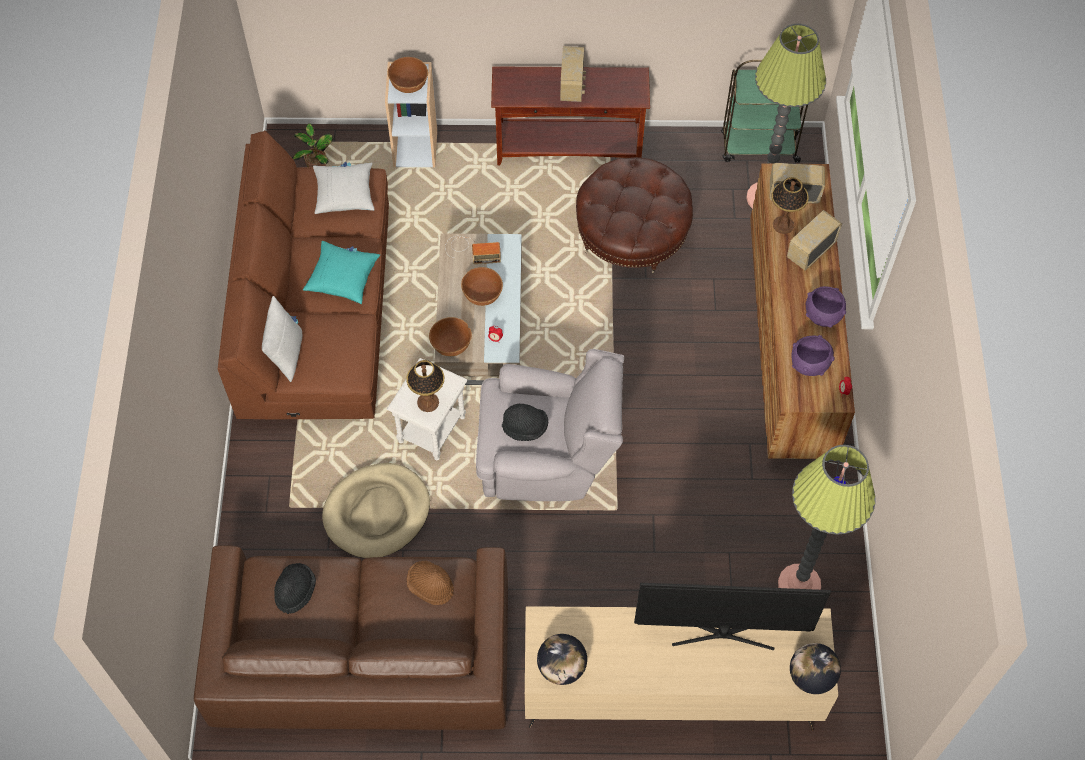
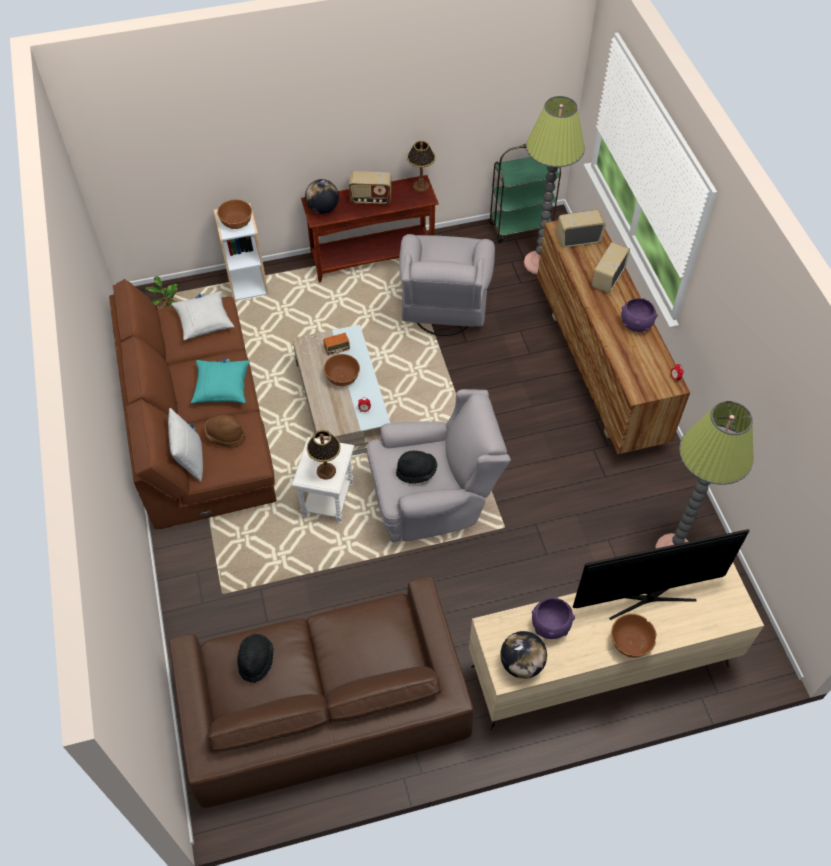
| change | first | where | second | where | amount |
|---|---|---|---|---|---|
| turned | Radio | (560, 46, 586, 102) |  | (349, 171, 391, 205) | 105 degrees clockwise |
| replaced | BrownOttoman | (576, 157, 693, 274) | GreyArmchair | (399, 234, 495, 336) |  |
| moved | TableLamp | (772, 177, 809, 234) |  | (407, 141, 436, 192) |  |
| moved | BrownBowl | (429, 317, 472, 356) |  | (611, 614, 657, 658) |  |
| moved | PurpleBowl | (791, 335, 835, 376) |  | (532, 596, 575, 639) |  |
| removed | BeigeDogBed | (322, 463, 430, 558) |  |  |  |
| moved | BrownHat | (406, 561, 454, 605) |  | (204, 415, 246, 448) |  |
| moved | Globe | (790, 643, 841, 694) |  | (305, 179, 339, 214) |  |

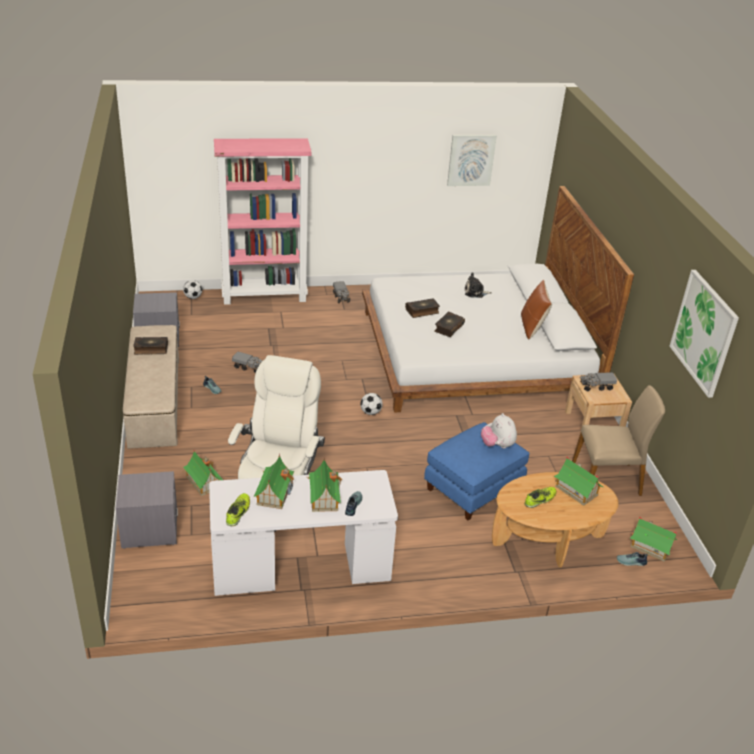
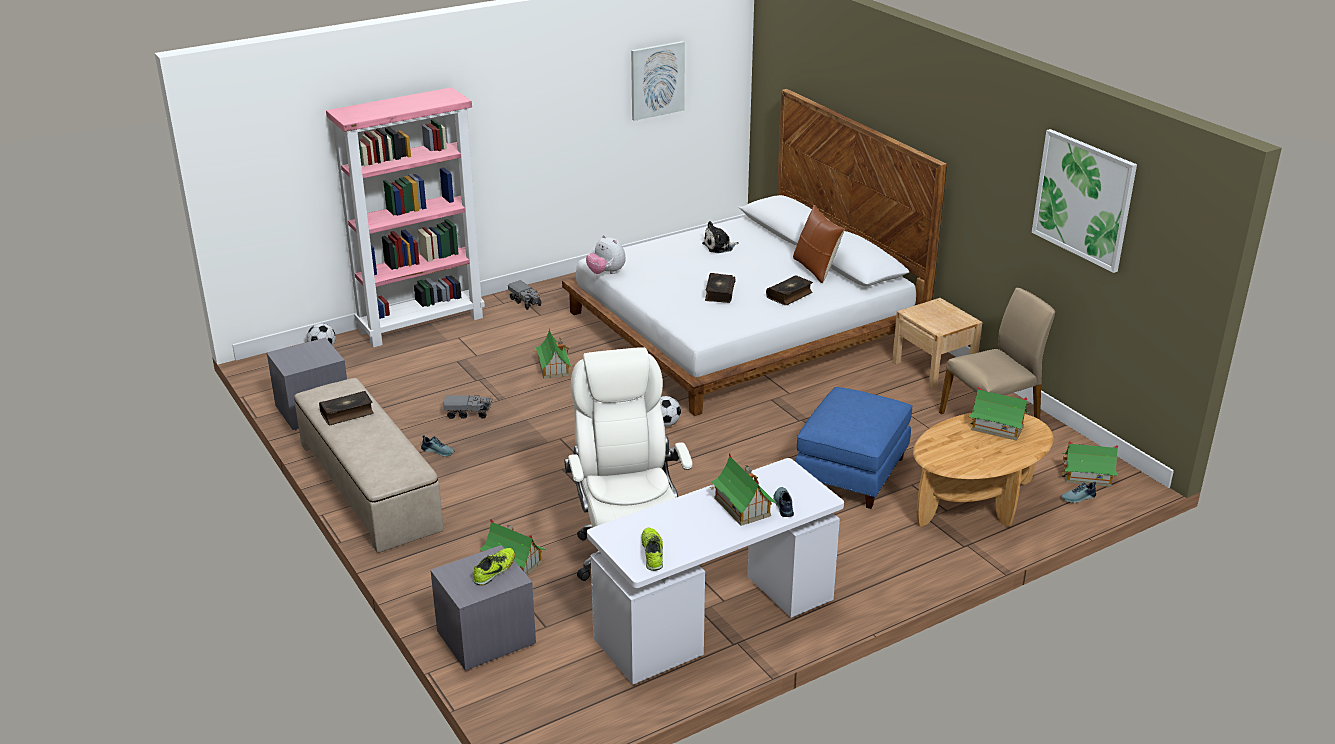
| change | first | where | second | where | amount |
|---|---|---|---|---|---|
| moved | Book | (405, 298, 440, 318) |  | (766, 275, 813, 305) |  |
| removed | ToyTruck | (580, 372, 617, 391) |  |  |  |
| moved | PlushToy | (481, 413, 517, 448) |  | (586, 235, 626, 274) |  |
| moved | ToyHouse | (254, 454, 294, 509) |  | (535, 329, 571, 379) |  |
| moved | Shoe | (525, 487, 557, 508) |  | (474, 548, 515, 586) |  |

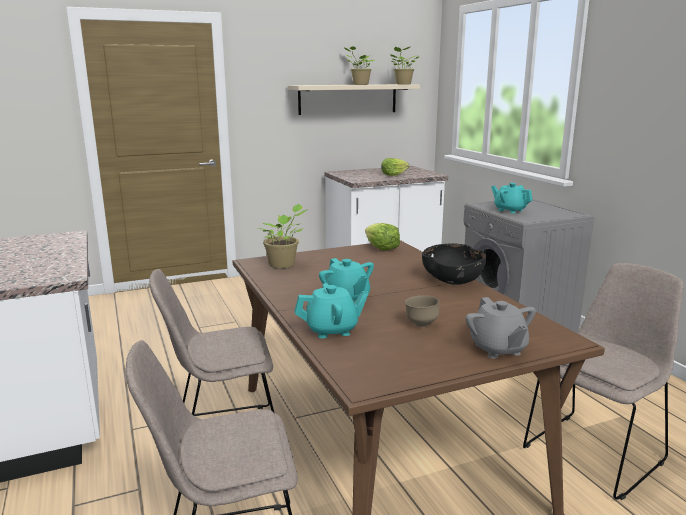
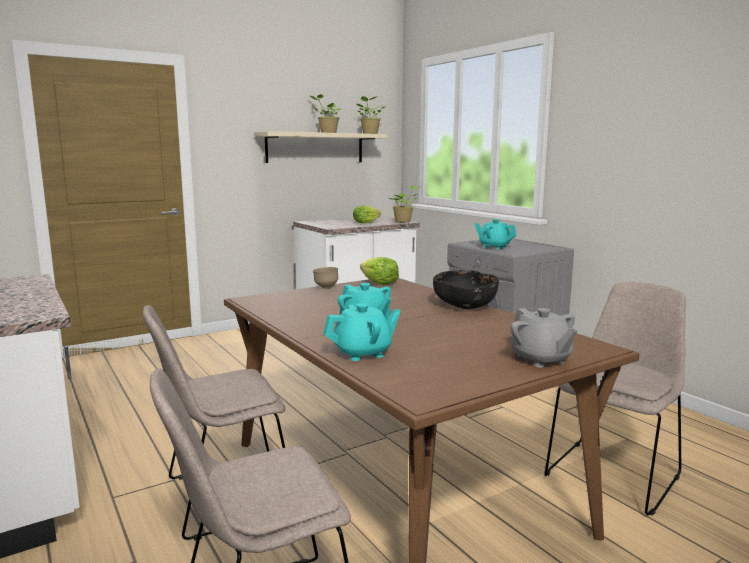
| change | first | where | second | where | amount |
|---|---|---|---|---|---|
| moved | PottedPlant | (258, 204, 307, 269) |  | (389, 185, 420, 222) |  |
| moved | BrownBowl | (405, 295, 439, 327) |  | (313, 267, 338, 289) |  |

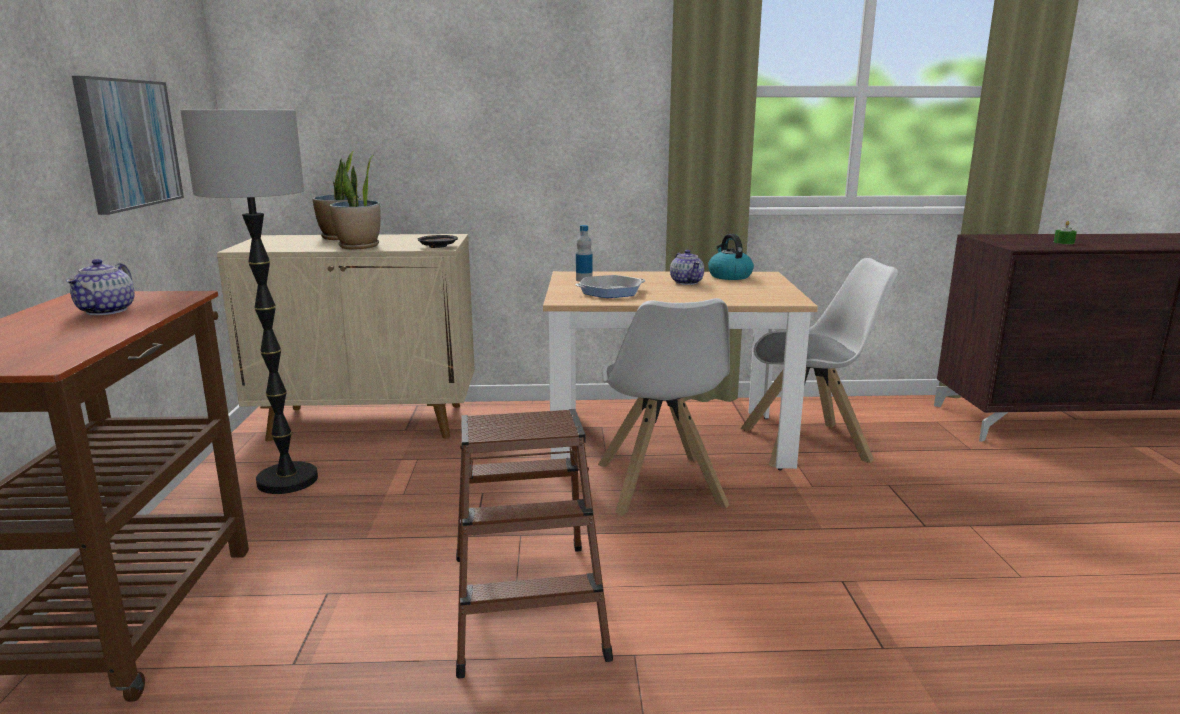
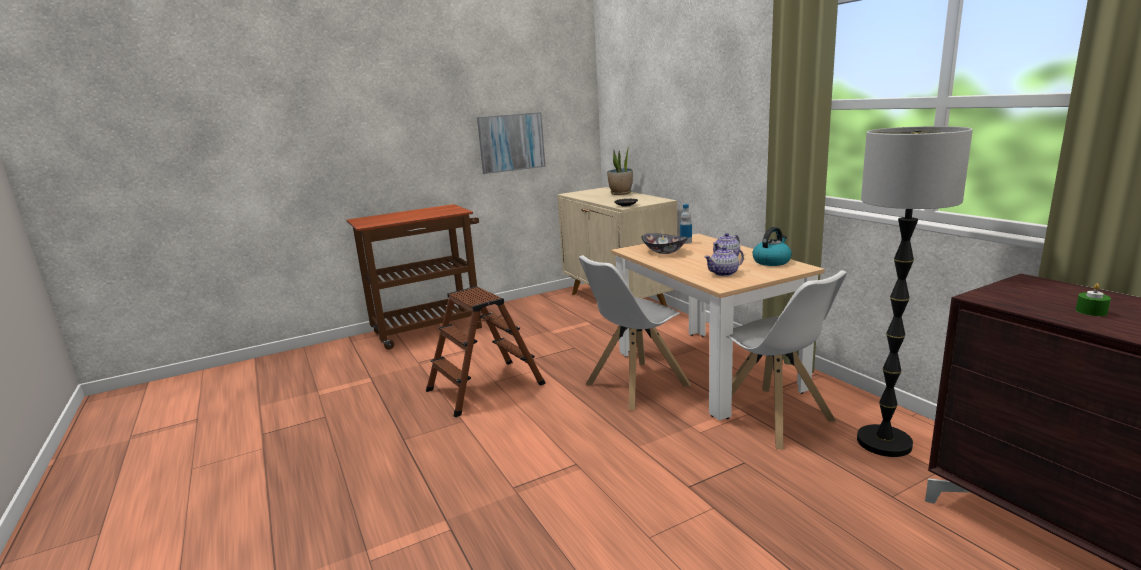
| change | first | where | second | where | amount |
|---|---|---|---|---|---|
| moved | FloorLamp | (180, 110, 318, 494) |  | (857, 126, 973, 457) |  |
| removed | PottedPlant | (329, 154, 381, 249) |  |  |  |
| moved | Teapot | (66, 259, 135, 315) |  | (704, 246, 744, 276) |  |
| replaced | FryingPan | (575, 275, 646, 298) | Bowl | (641, 233, 688, 254) |  |

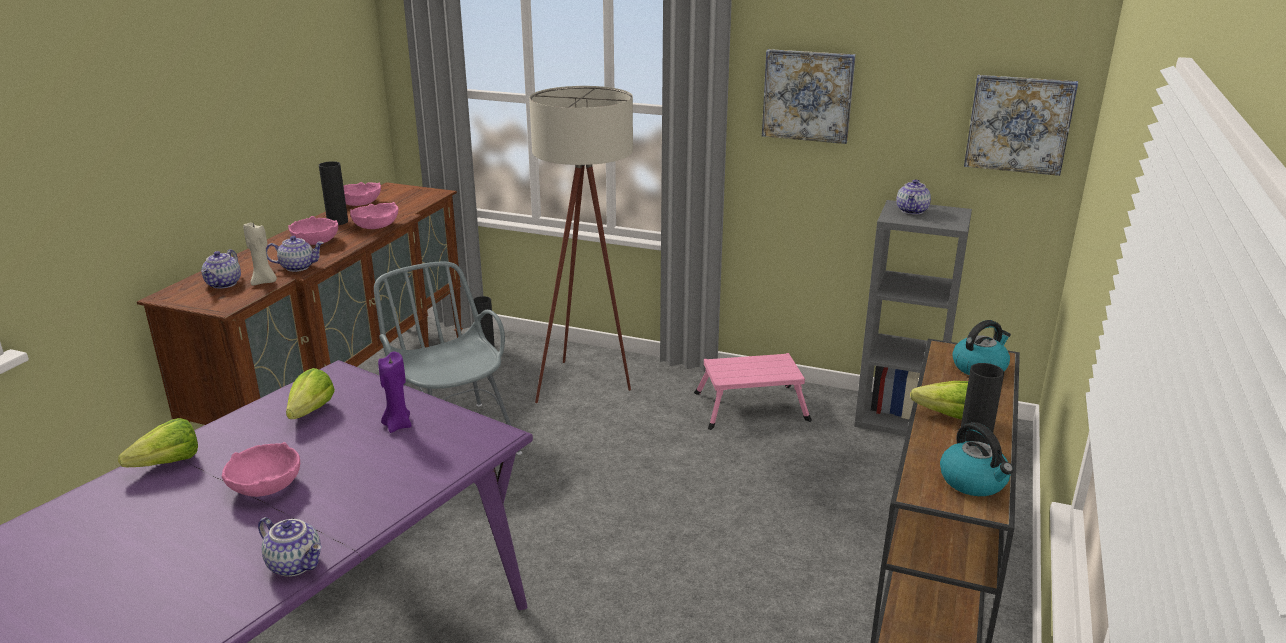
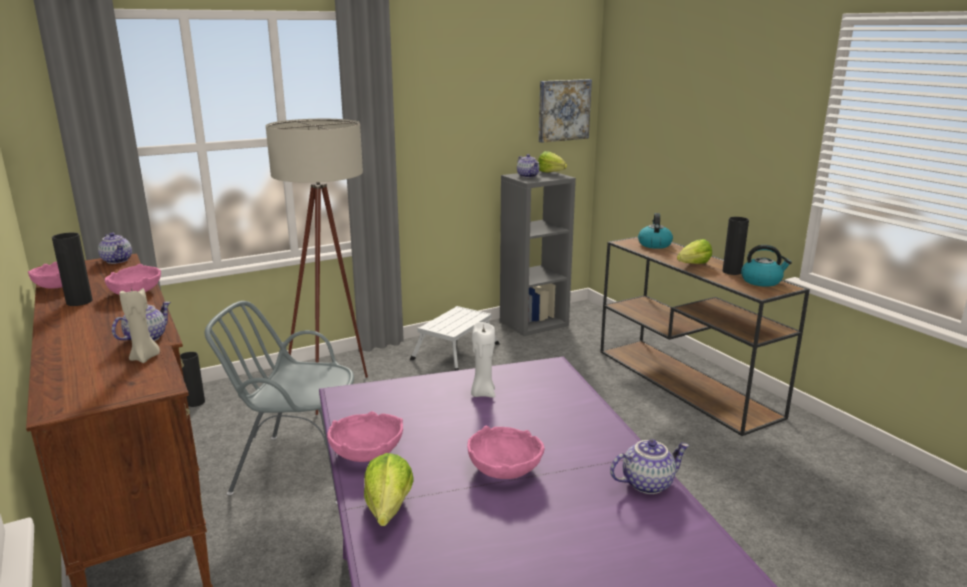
| change | first | where | second | where | amount |
|---|---|---|---|---|---|
| removed | Picture | (762, 49, 856, 144) |  |  |  |
| moved | PinkBowl | (288, 216, 338, 245) |  | (327, 411, 403, 462) |  |
| moved | Teapot | (201, 249, 241, 288) |  | (98, 233, 132, 264) |  |
| recoloured | PurpleCandle | (378, 352, 412, 433) | WhiteCandle | (471, 322, 495, 398) |  |
| recoloured | PinkStepLadder | (694, 353, 812, 430) | WhiteStepLadder | (410, 306, 500, 371) |  |
| moved | Lettuce | (286, 368, 335, 419) |  | (538, 151, 567, 173) |  |

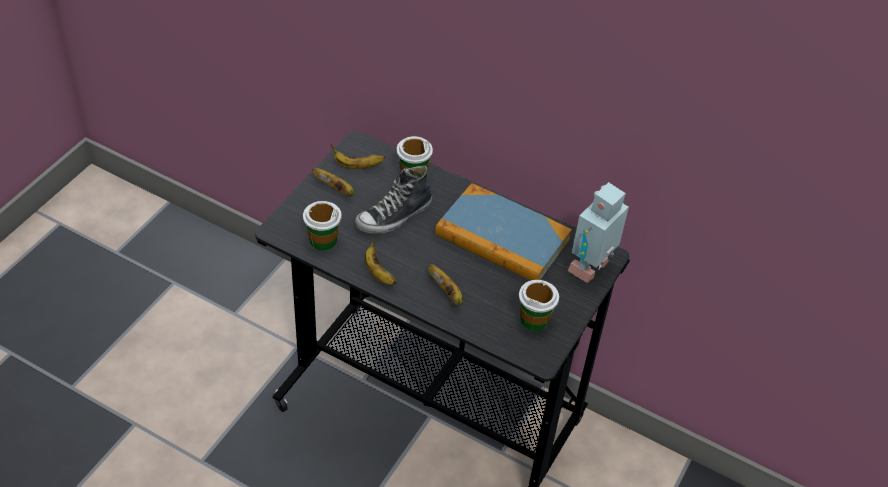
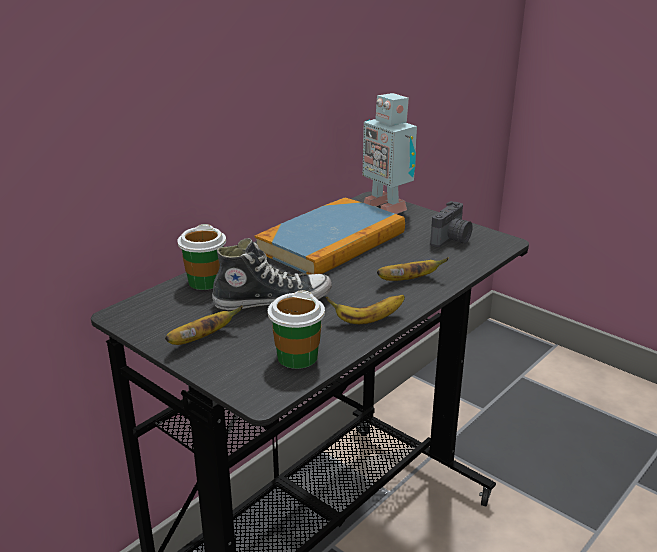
| change | first | where | second | where | amount |
|---|---|---|---|---|---|
| removed | Banana | (330, 144, 385, 169) |  |  |  |
| turned | Shoe | (355, 165, 432, 234) |  | (212, 238, 332, 310) | 75 degrees counterclockwise |
| replaced | Cup | (519, 280, 559, 332) | PhotoCamera | (430, 201, 472, 247) |  |

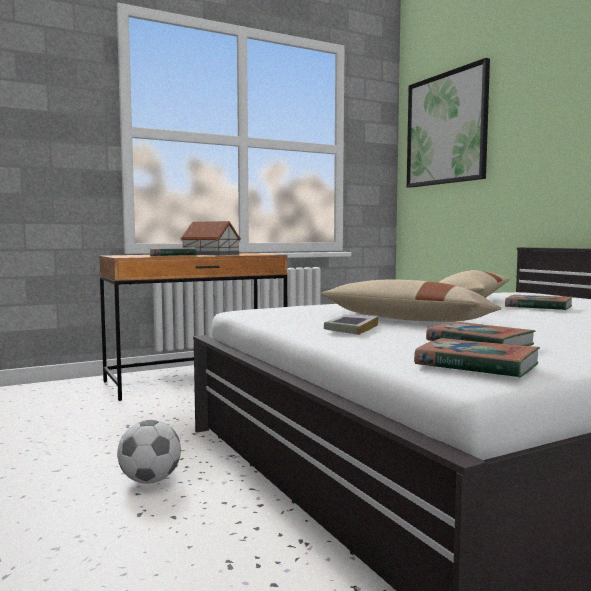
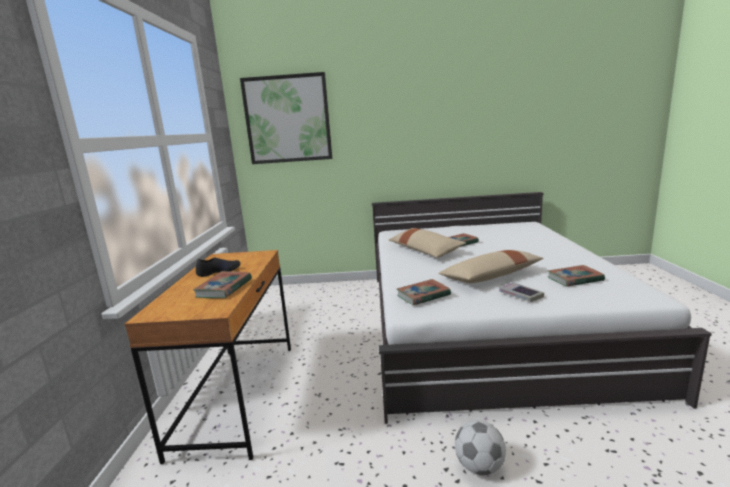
| change | first | where | second | where | amount |
|---|---|---|---|---|---|
| replaced | ToyHouse | (180, 221, 241, 255) | BlackShoe | (196, 258, 240, 277) |  |
| moved | Book | (414, 338, 540, 378) |  | (397, 279, 451, 305) |  |

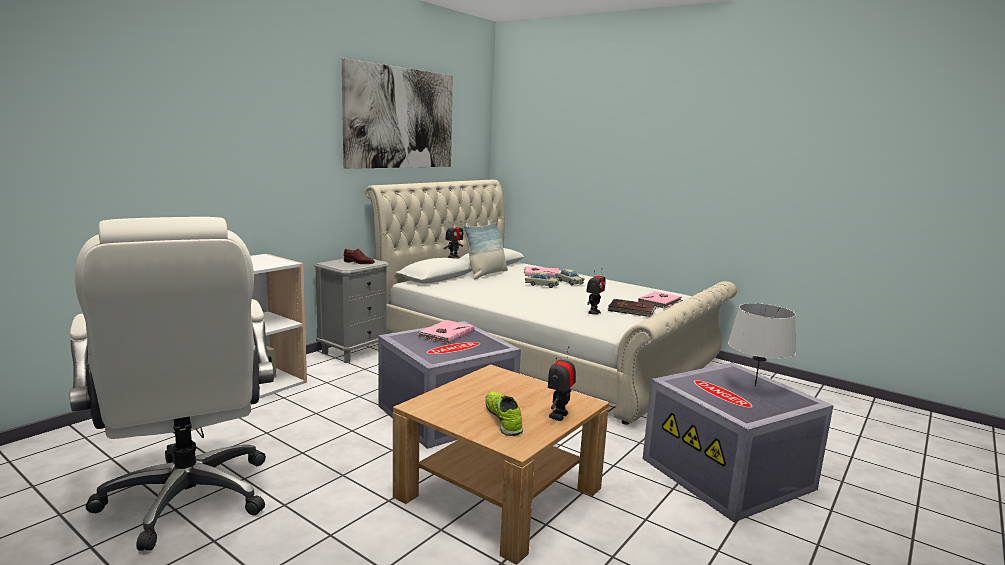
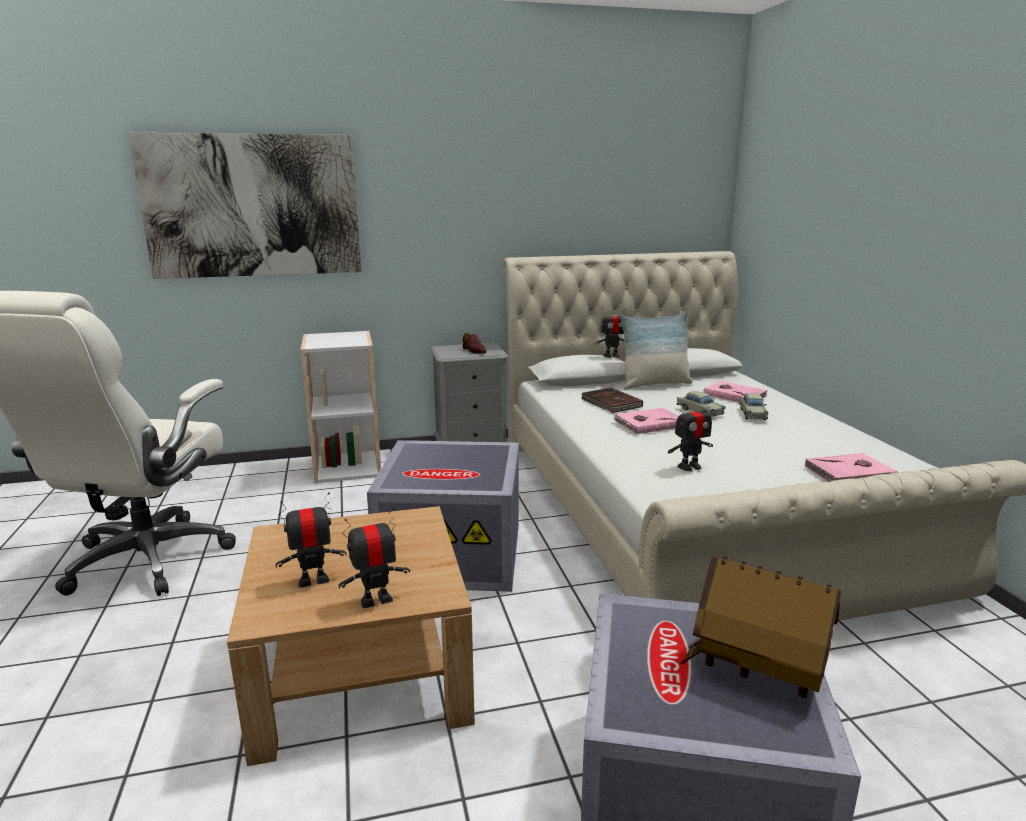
| change | first | where | second | where | amount |
|---|---|---|---|---|---|
| moved | Picture | (342, 59, 453, 169) |  | (128, 133, 361, 279) |  |
| moved | BrownBook | (608, 299, 656, 317) |  | (582, 388, 643, 413) |  |
| replaced | GreyTableLamp | (728, 303, 796, 386) | ToyHouse | (680, 556, 841, 698) |  |
| moved | PinkBook | (417, 320, 474, 344) |  | (614, 408, 679, 434) |  |
| replaced | Shoe | (485, 392, 523, 436) | ToyRobot | (276, 492, 346, 588) |  |

